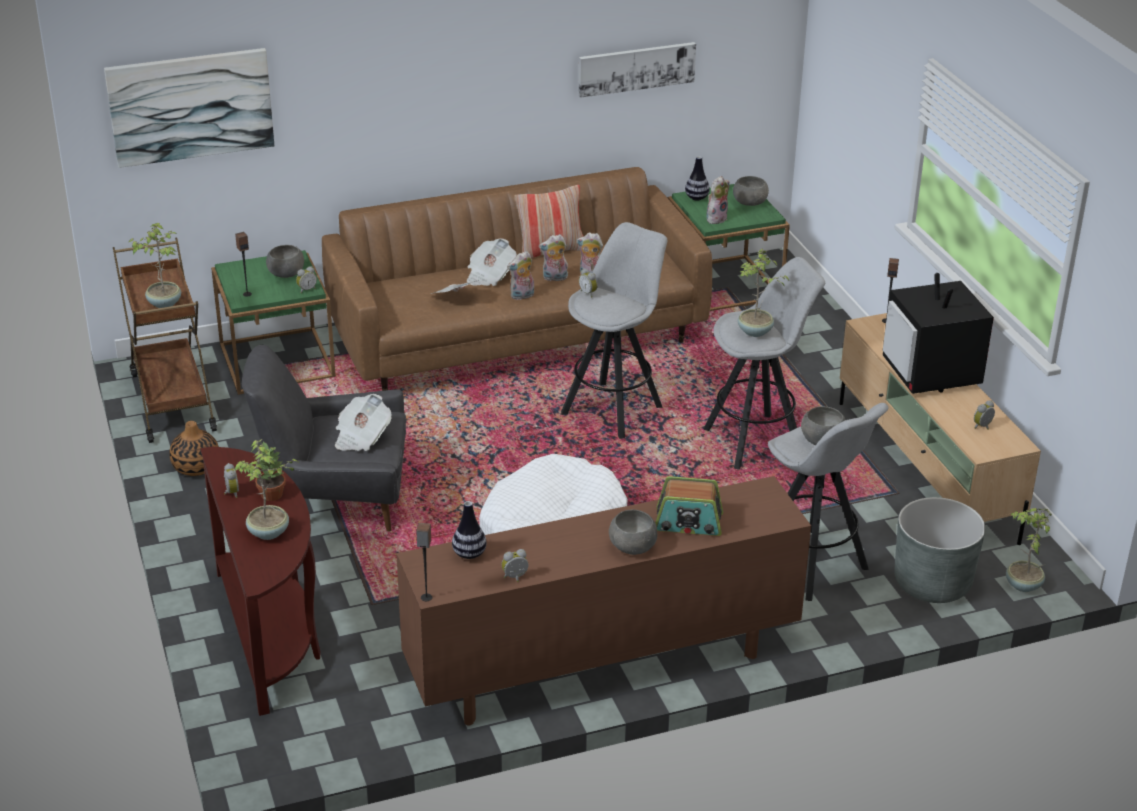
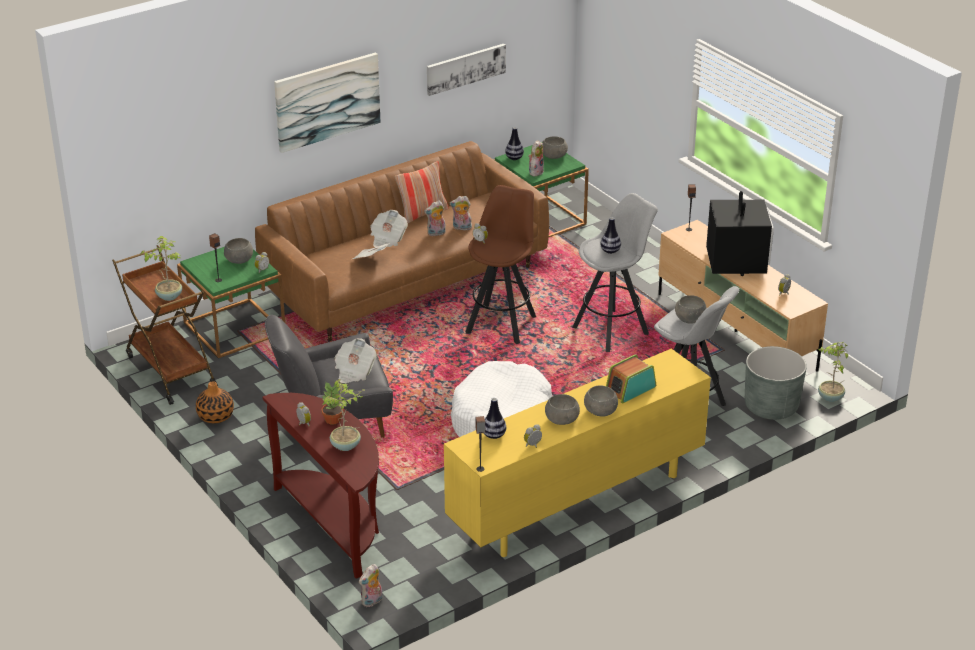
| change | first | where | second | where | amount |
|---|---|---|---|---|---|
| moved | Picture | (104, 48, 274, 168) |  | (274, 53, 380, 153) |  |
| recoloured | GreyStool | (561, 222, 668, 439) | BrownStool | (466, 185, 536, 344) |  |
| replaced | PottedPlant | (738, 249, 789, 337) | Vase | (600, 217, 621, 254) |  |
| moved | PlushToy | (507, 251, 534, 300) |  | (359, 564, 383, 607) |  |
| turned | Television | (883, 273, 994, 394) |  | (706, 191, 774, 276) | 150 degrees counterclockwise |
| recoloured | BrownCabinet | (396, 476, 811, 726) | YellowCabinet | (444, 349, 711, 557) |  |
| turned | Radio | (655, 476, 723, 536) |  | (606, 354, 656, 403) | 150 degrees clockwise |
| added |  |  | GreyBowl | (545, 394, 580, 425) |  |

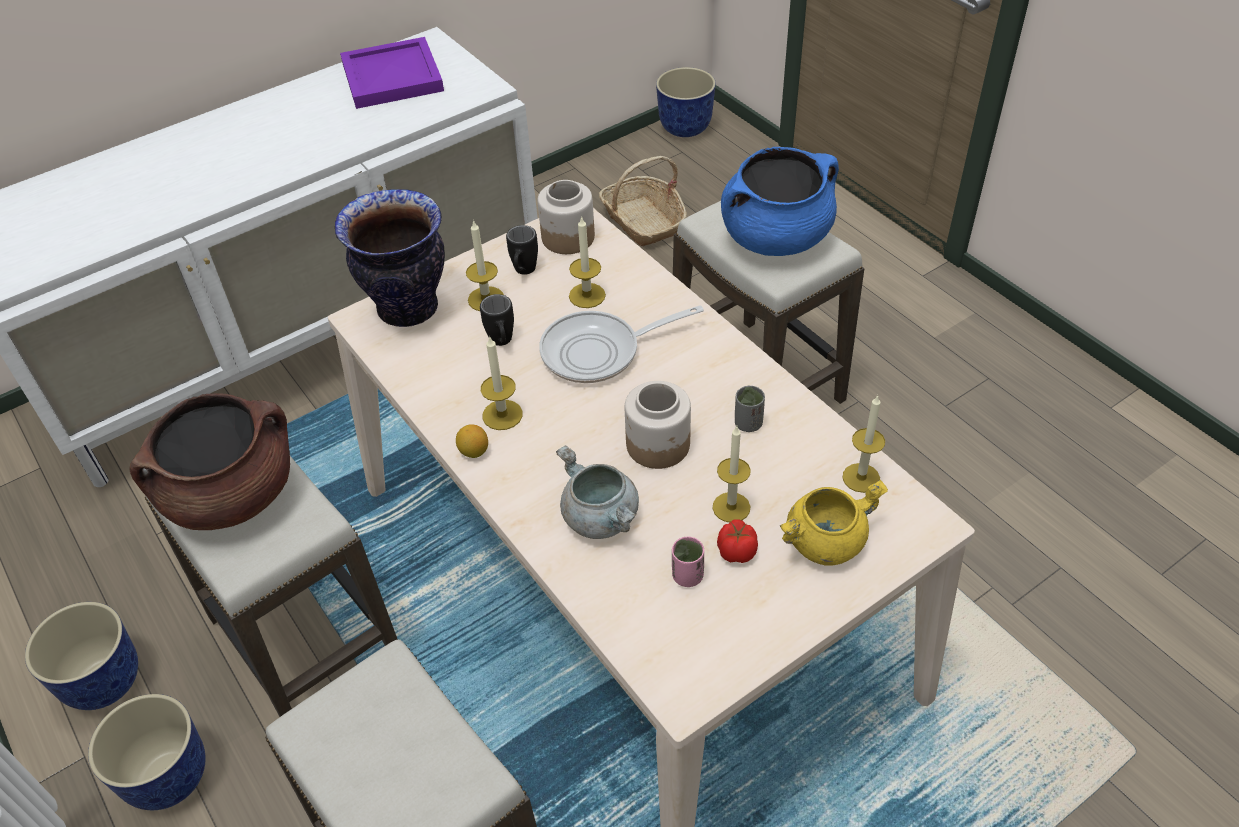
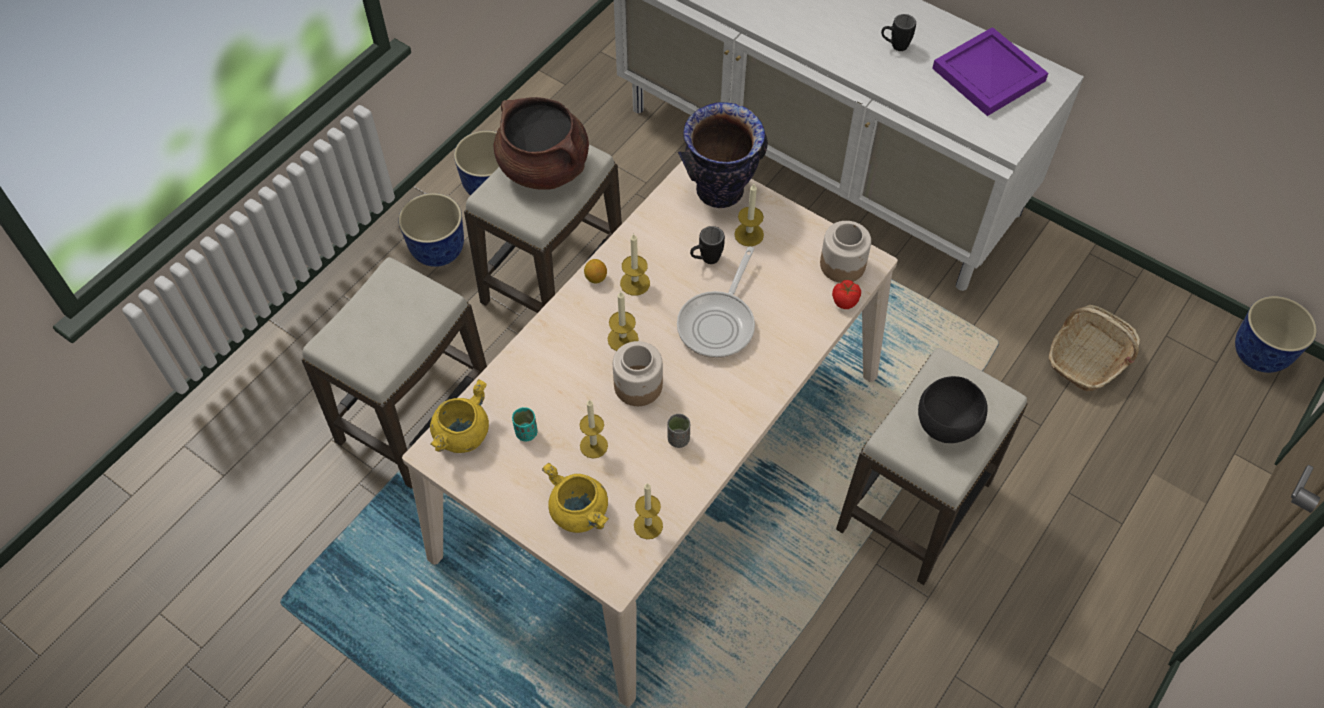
| change | first | where | second | where | amount |
|---|---|---|---|---|---|
| replaced | BlueCookingPot | (721, 147, 839, 256) | BlackBowl | (918, 376, 988, 443) |  |
| moved | Candle | (569, 216, 606, 308) |  | (607, 291, 639, 351) |  |
| moved | BlackMug | (506, 225, 538, 275) |  | (881, 14, 916, 51) |  |
| turned | FryingPan | (539, 305, 704, 383) |  | (677, 246, 755, 358) | 120 degrees counterclockwise |
| removed | GreyCookingPot | (556, 446, 639, 539) |  |  |  |
| moved | Tomato | (717, 520, 758, 563) |  | (832, 280, 861, 309) |  |
| recoloured | PinkCup | (672, 537, 705, 587) | TurquoiseCup | (512, 407, 538, 441) |  |
| added |  |  | YellowCookingPot | (430, 379, 489, 453) |  |

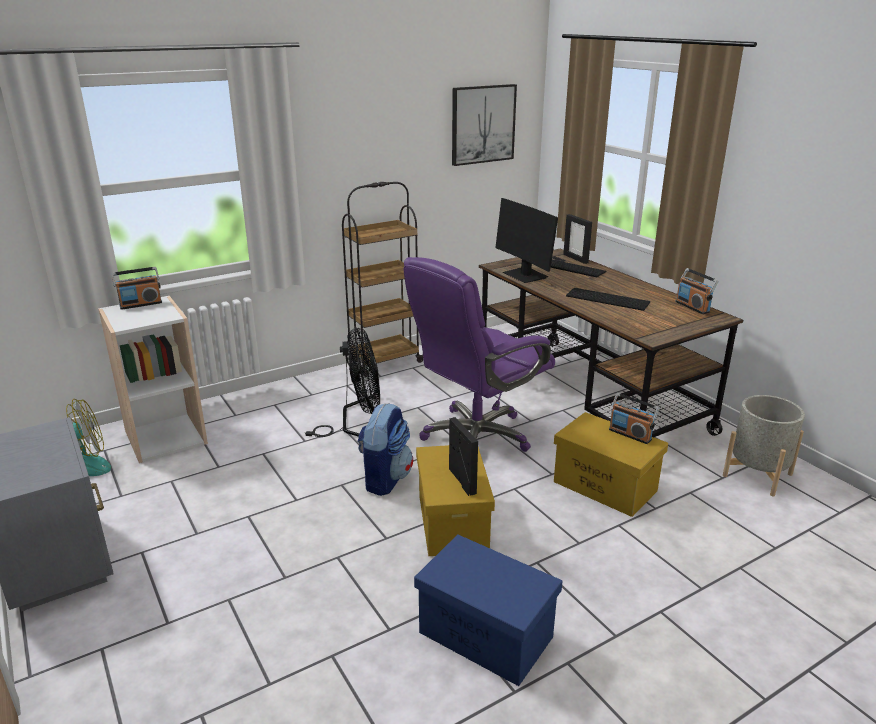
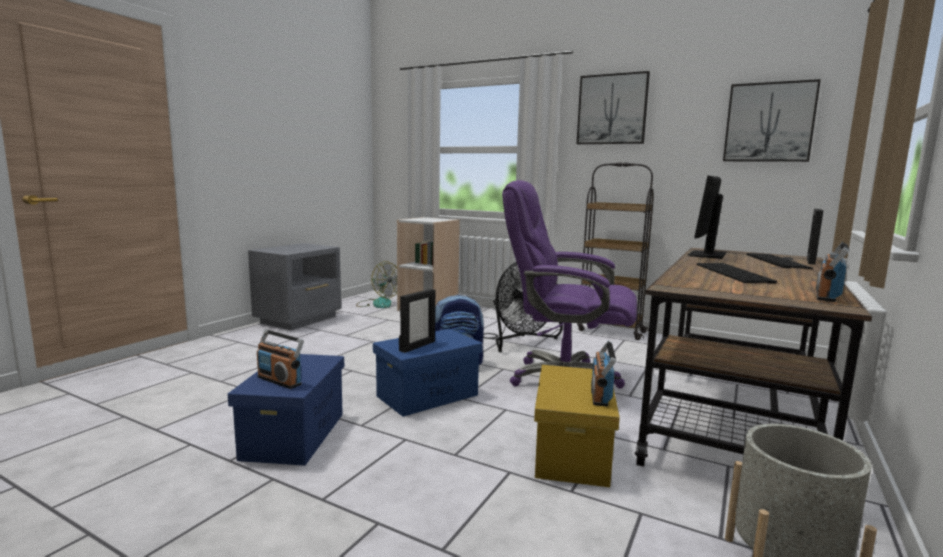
| change | first | where | second | where | amount |
|---|---|---|---|---|---|
| moved | Radio | (111, 267, 162, 310) |  | (257, 330, 304, 389) |  |
| recoloured | YellowStorageBox | (416, 445, 495, 556) | BlueStorageBox | (373, 329, 482, 417) |  |
| added |  |  | Picture | (577, 71, 650, 144) |  |

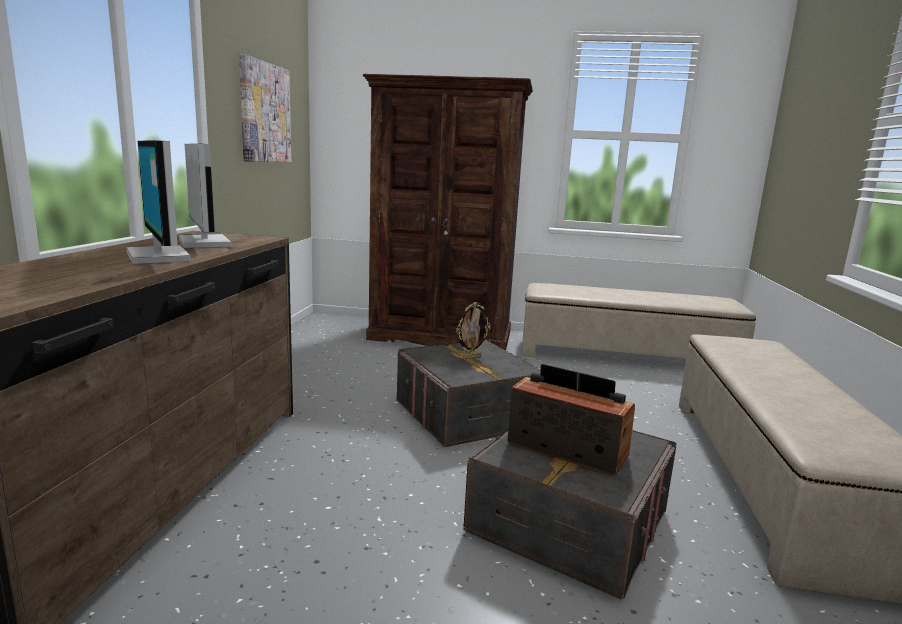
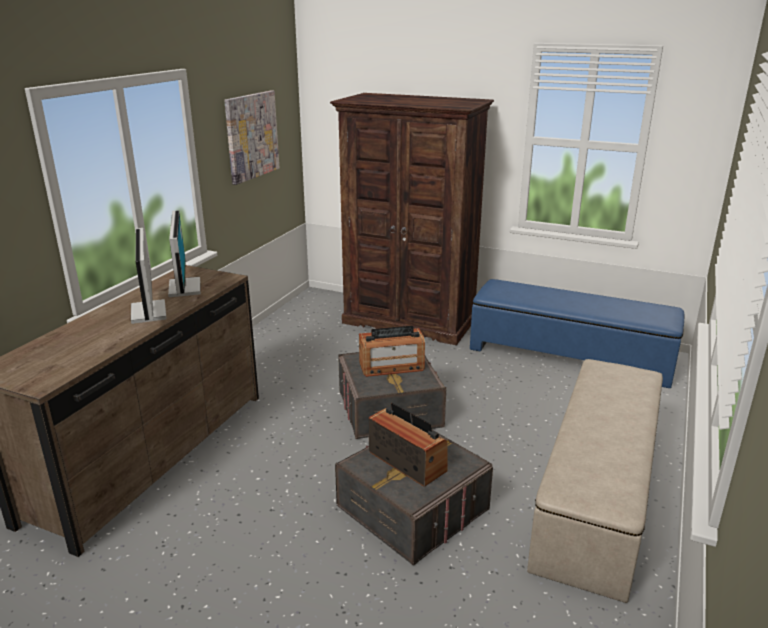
| change | first | where | second | where | amount |
|---|---|---|---|---|---|
| recoloured | BeigeBench | (521, 283, 756, 359) | BlueBench | (470, 279, 685, 388) |  |
| replaced | PictureFrame | (456, 302, 490, 359) | Radio | (359, 325, 425, 377) |  |

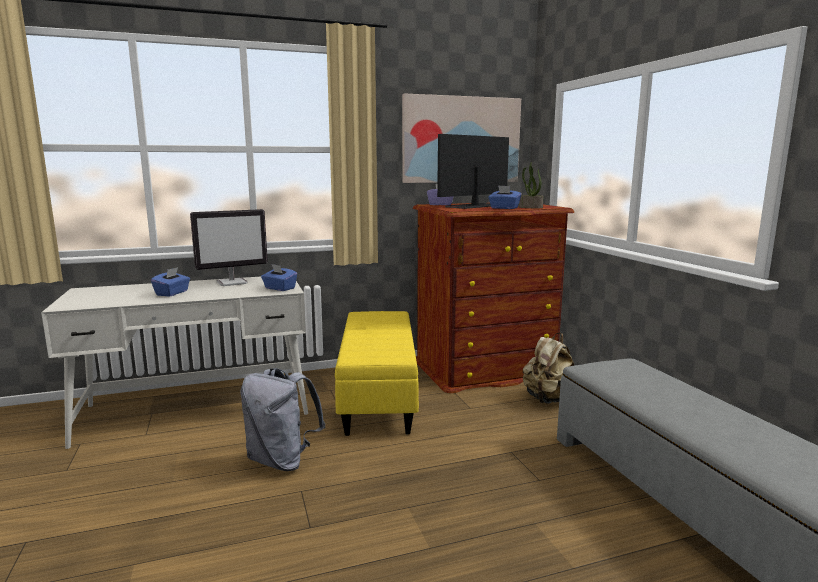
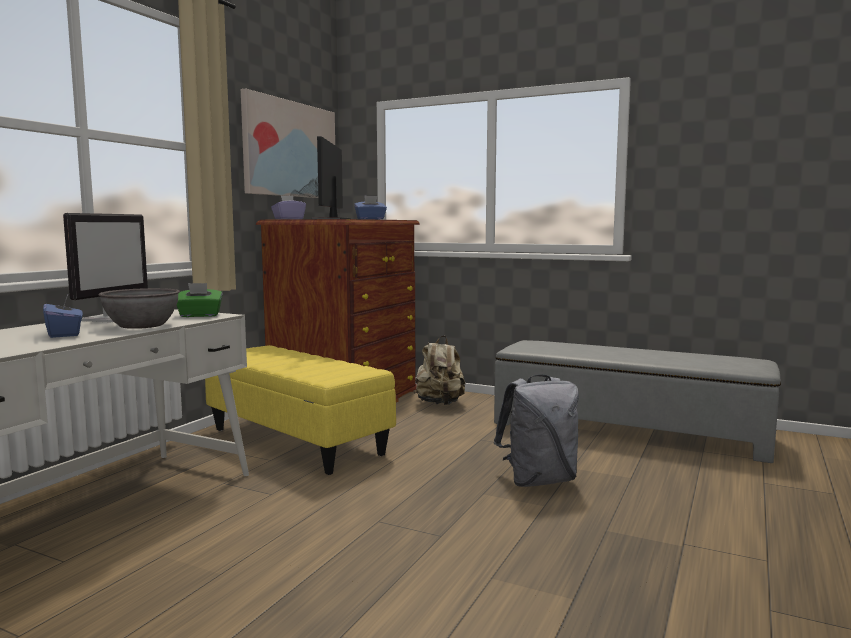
| change | first | where | second | where | amount |
|---|---|---|---|---|---|
| removed | PottedPlant | (519, 162, 543, 208) |  |  |  |
| recoloured | BlueTissueBox | (261, 264, 297, 291) | GreenTissueBox | (177, 283, 223, 317) |  |
| moved | GreyBackpack | (241, 368, 325, 471) |  | (494, 374, 579, 487) |  |
| added |  |  | GreyBowl | (98, 288, 180, 329) |  |

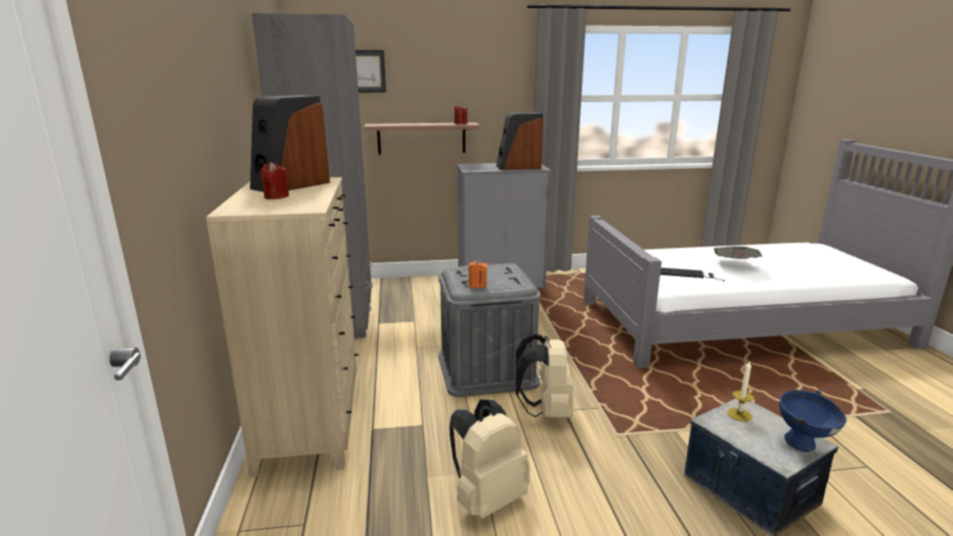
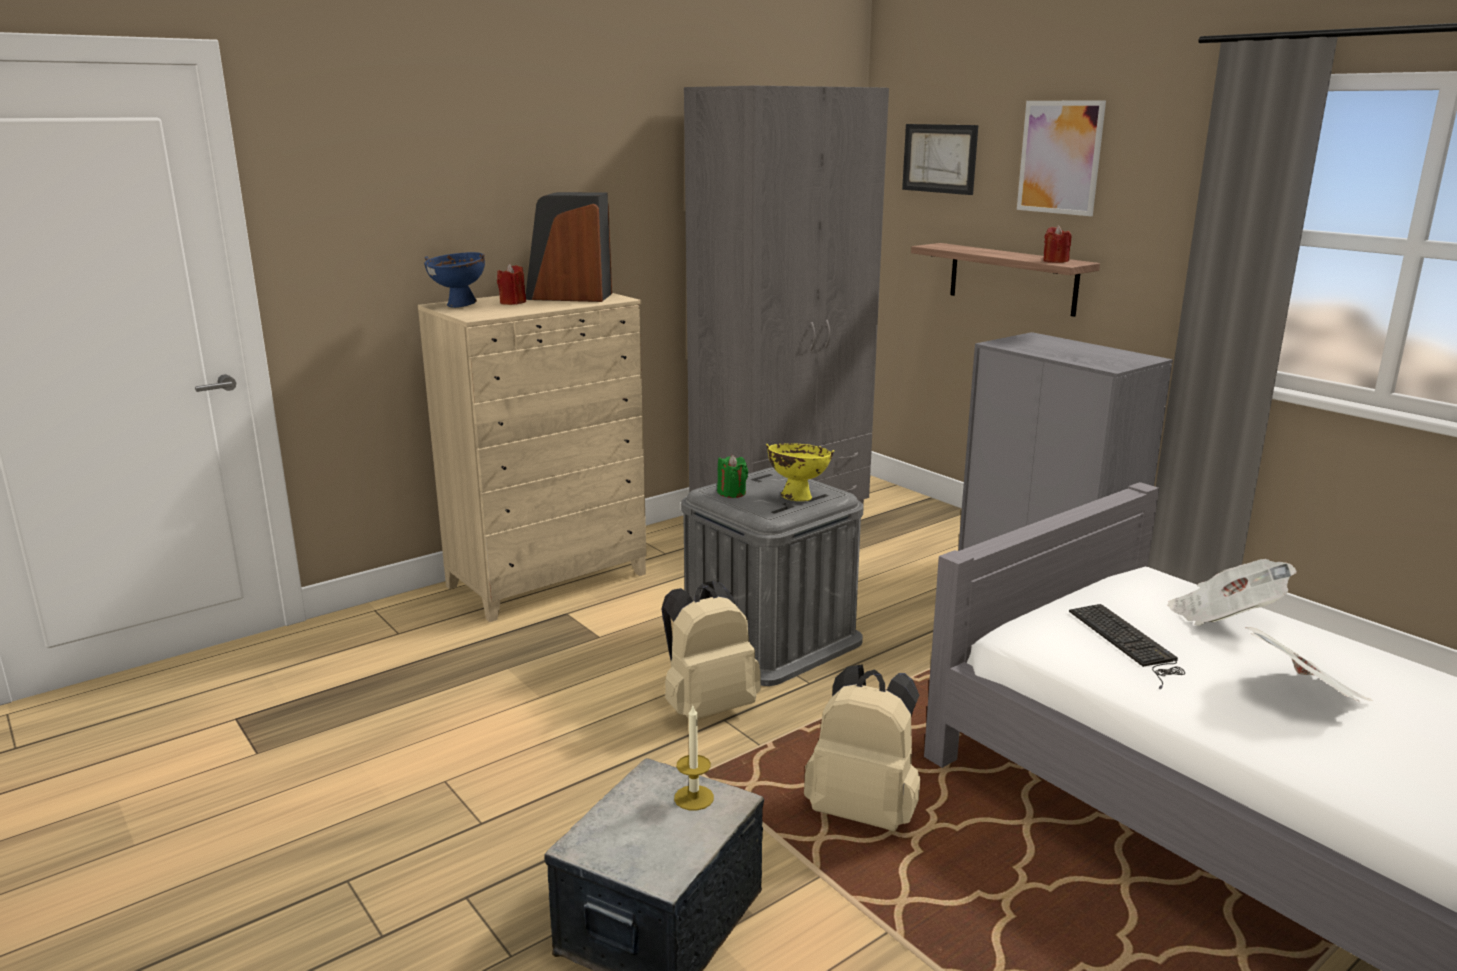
| change | first | where | second | where | amount |
|---|---|---|---|---|---|
| removed | Speaker | (496, 112, 543, 170) |  |  |  |
| recoloured | OrangeCandle | (468, 260, 487, 288) | GreenCandle | (717, 455, 748, 498) |  |
| moved | BlueBowl | (779, 390, 846, 452) |  | (424, 252, 485, 308) |  |
| moved | BeigeBackpack | (449, 400, 530, 519) |  | (804, 664, 920, 831) |  |
| added |  |  | Picture | (1017, 100, 1106, 216) |  |
| added |  |  | YellowBowl | (766, 443, 834, 501) |  |
| added |  |  | Newspaper | (1167, 559, 1297, 626) |  |

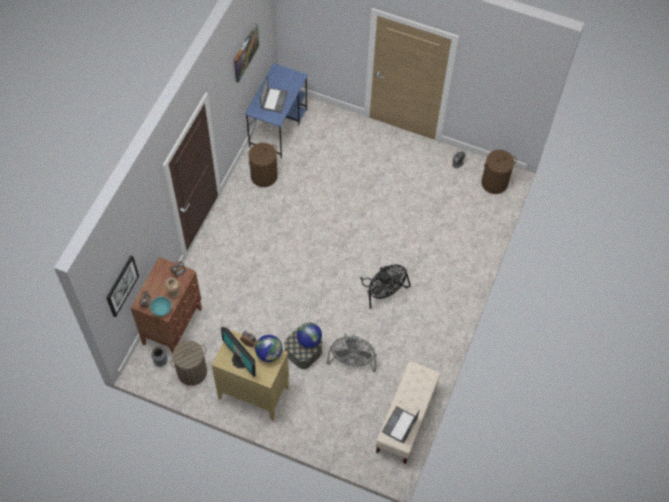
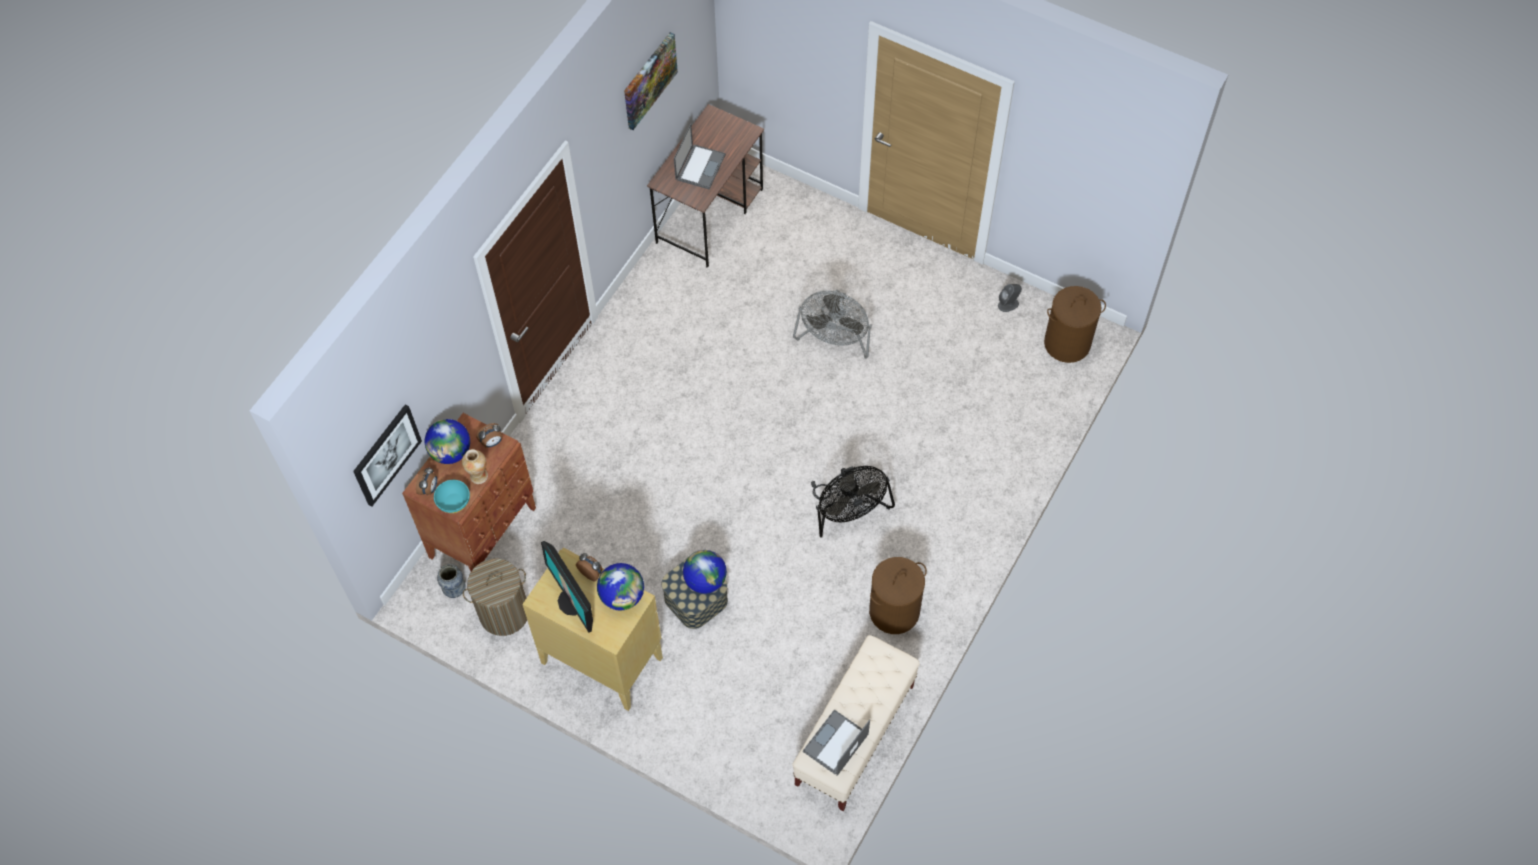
| change | first | where | second | where | amount |
|---|---|---|---|---|---|
| recoloured | BlueDesk | (245, 63, 308, 159) | BrownDesk | (647, 104, 764, 268) |  |
| moved | BrownLaundryBasket | (248, 143, 278, 187) |  | (869, 557, 927, 634) |  |
| moved | GreyFan | (327, 333, 377, 372) |  | (793, 290, 872, 359) |  |
| added |  |  | Globe | (425, 419, 470, 464) |  |

